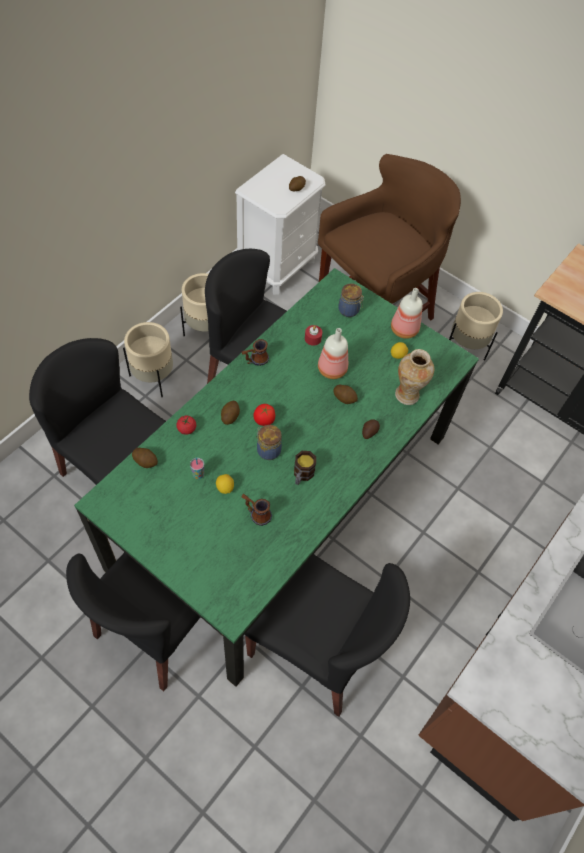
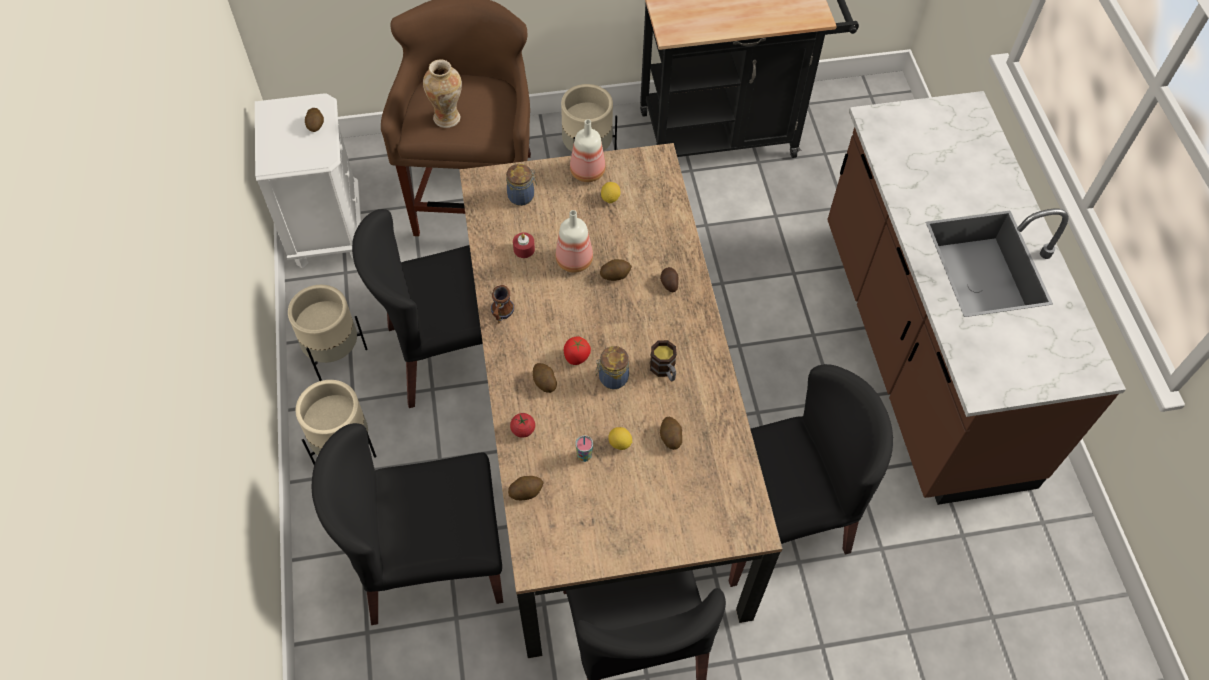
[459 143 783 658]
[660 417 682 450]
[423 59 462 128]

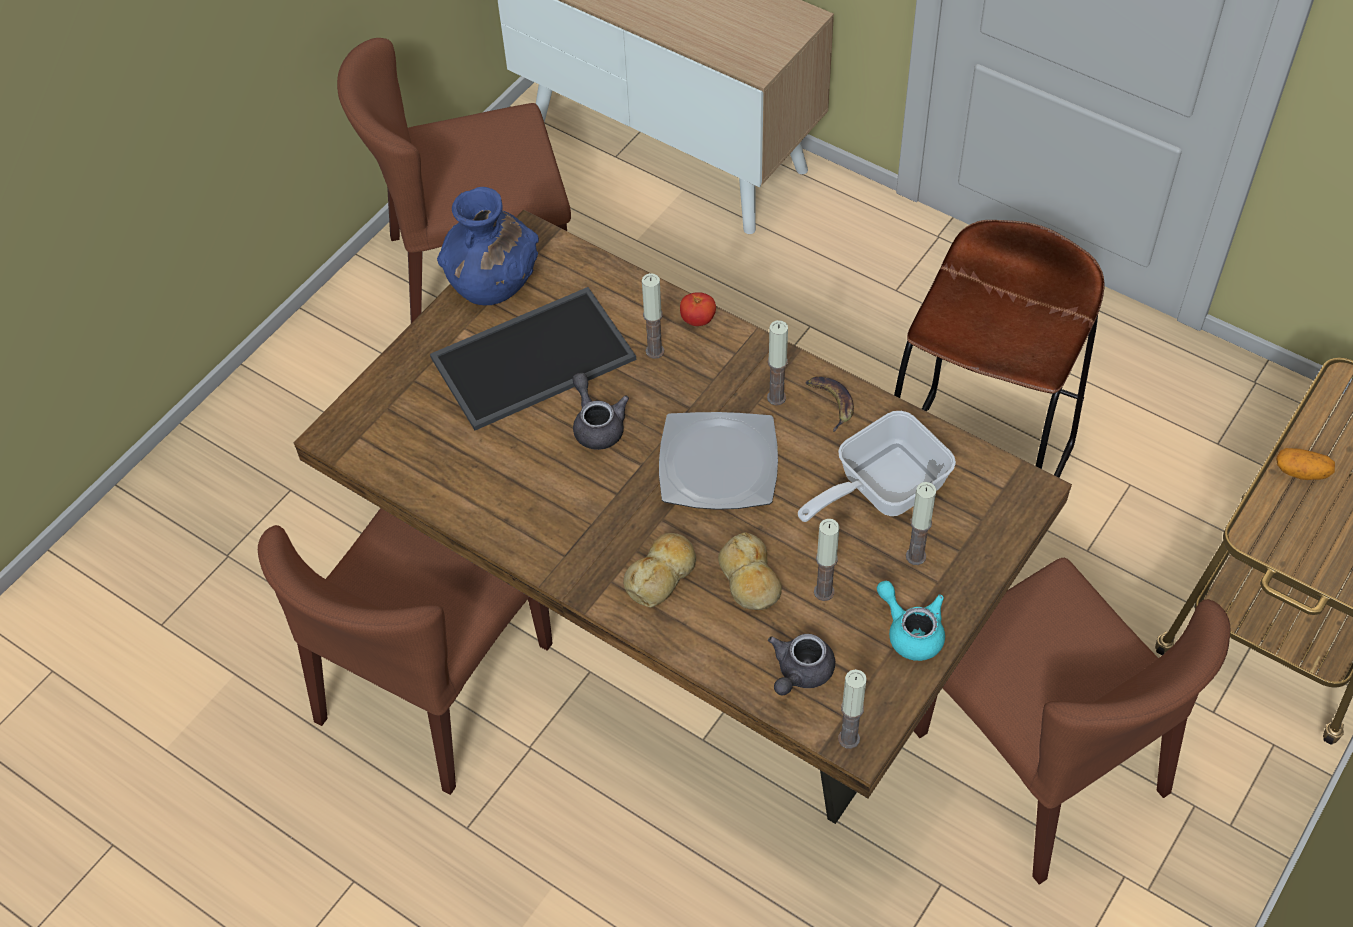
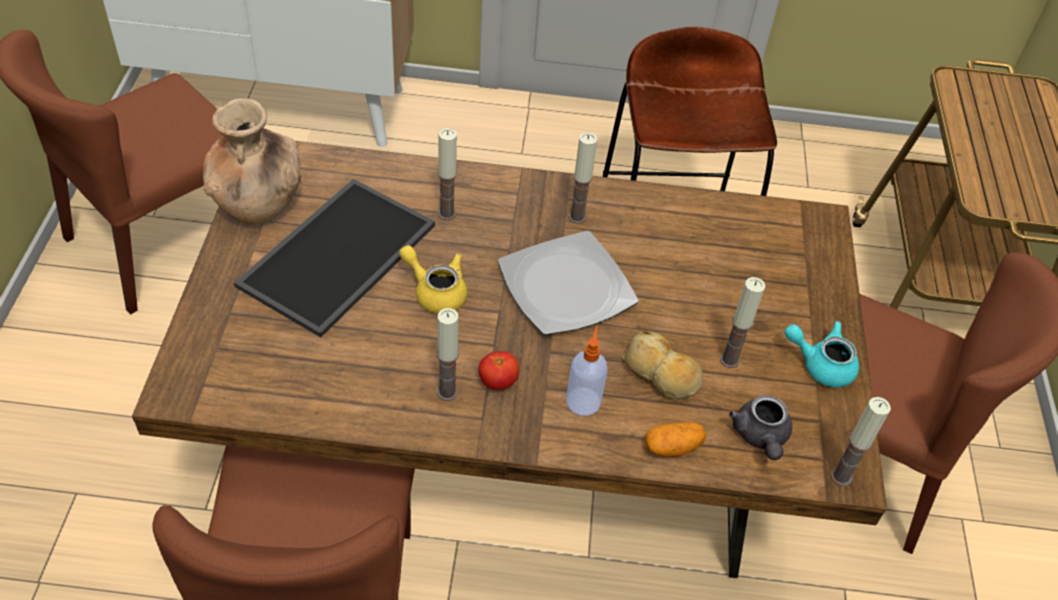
[203 98 302 225]
[399 245 467 314]
[566 326 607 416]
[478 351 519 390]
[798 411 956 522] (first image)
[805 377 854 432] (first image)
[437 308 459 401]
[645 422 706 457]

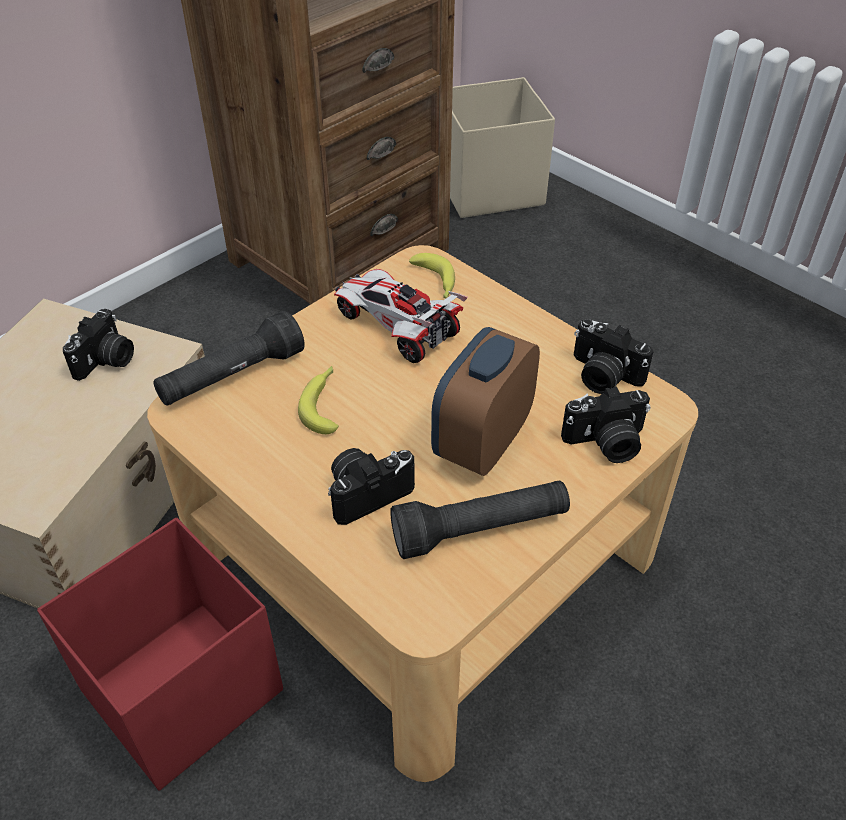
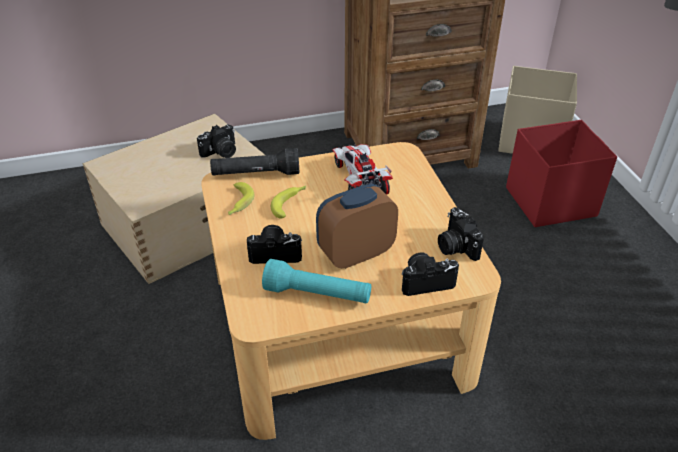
[506 120 617 227]
[262 259 371 303]
[228 182 255 215]
[402 252 459 296]

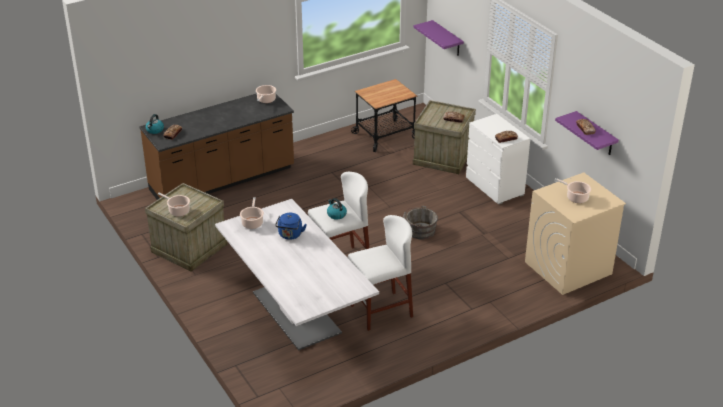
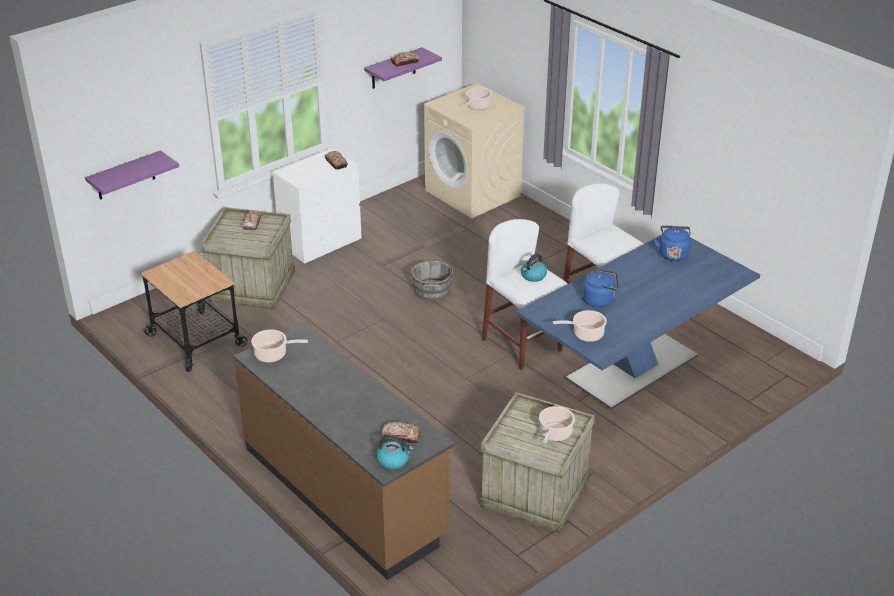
[516 235 760 409]
[653 225 691 261]

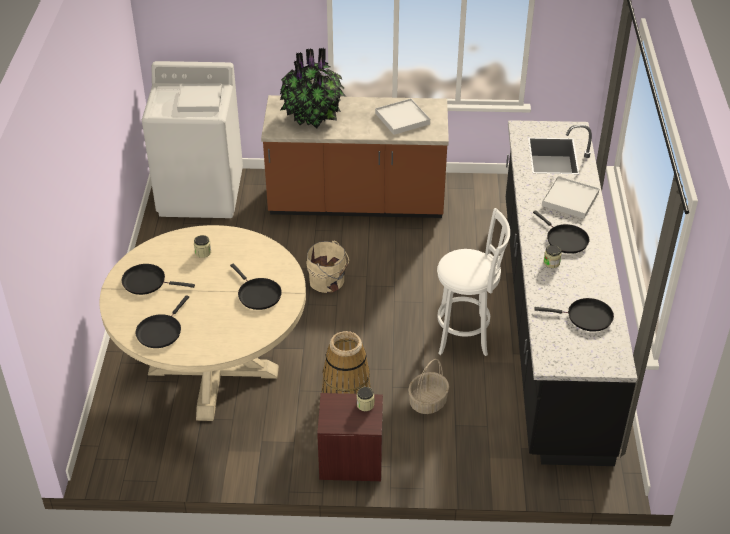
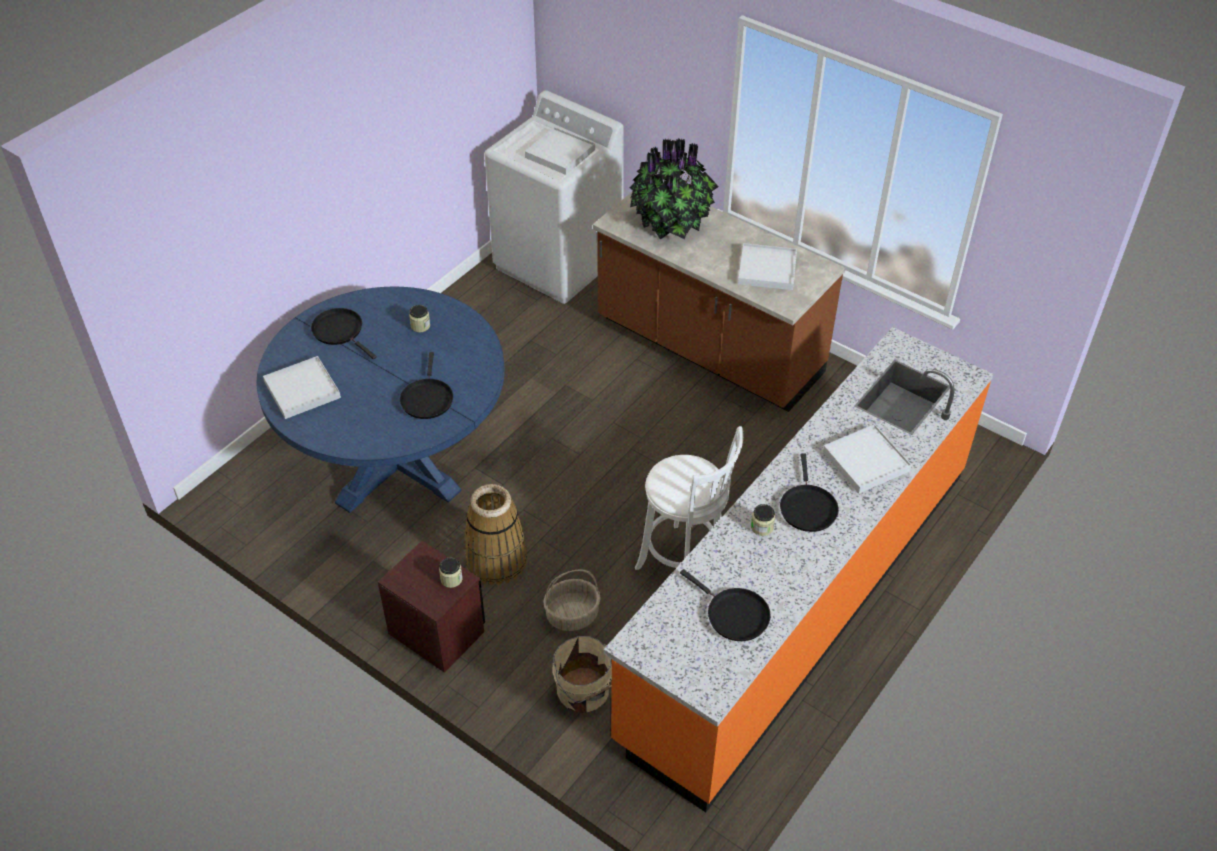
[257 287 505 513]
[263 356 341 419]
[553 636 612 713]
[604 327 993 812]

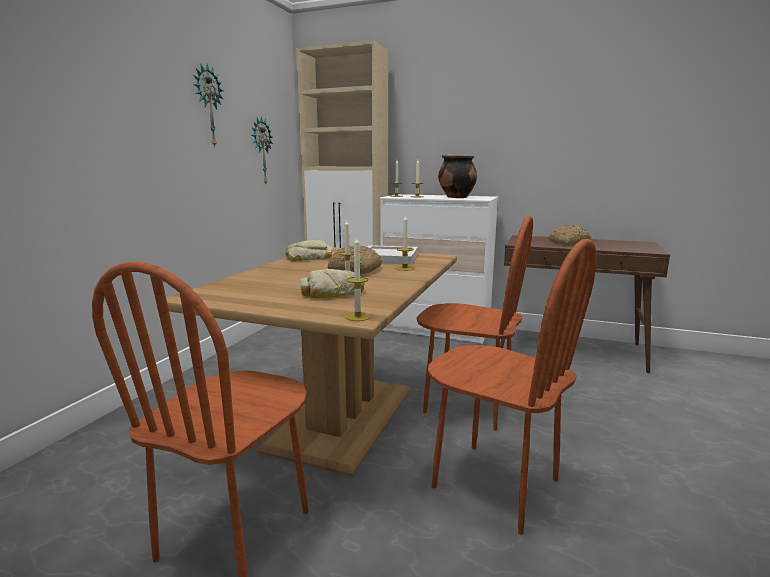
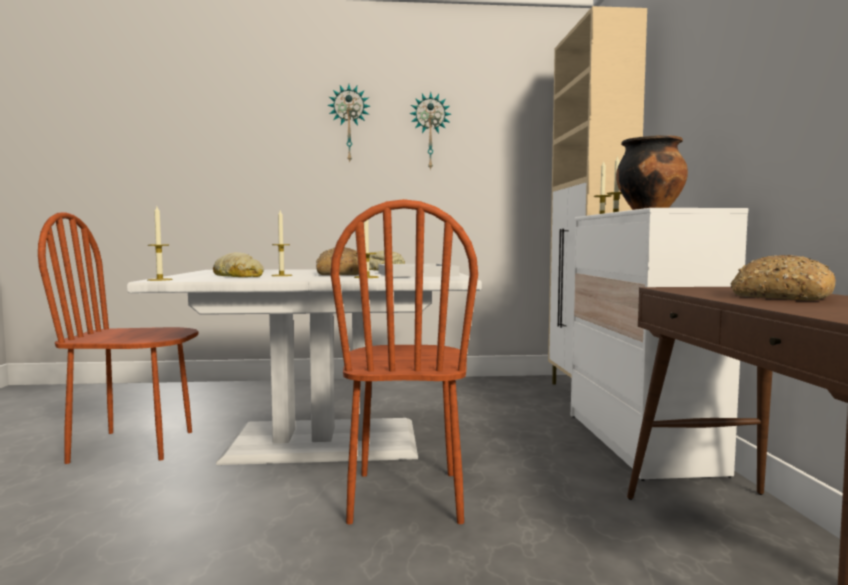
[127 269 482 465]
[327 84 370 163]
[428 239 597 535] (first image)

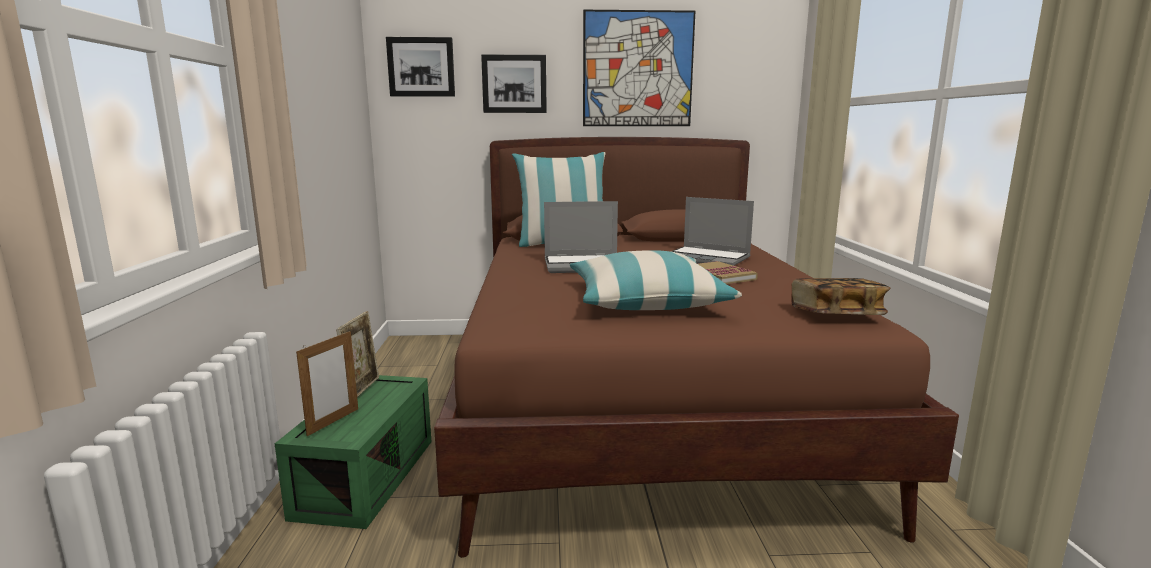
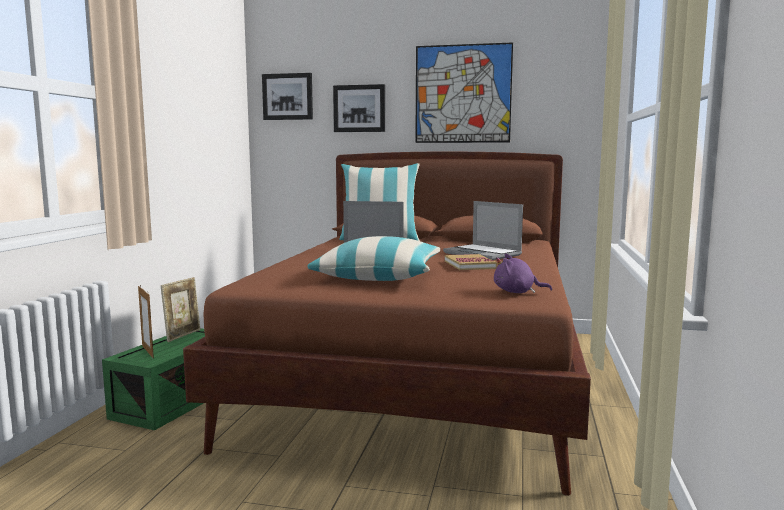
[138 285 154 358]
[494 254 552 293]

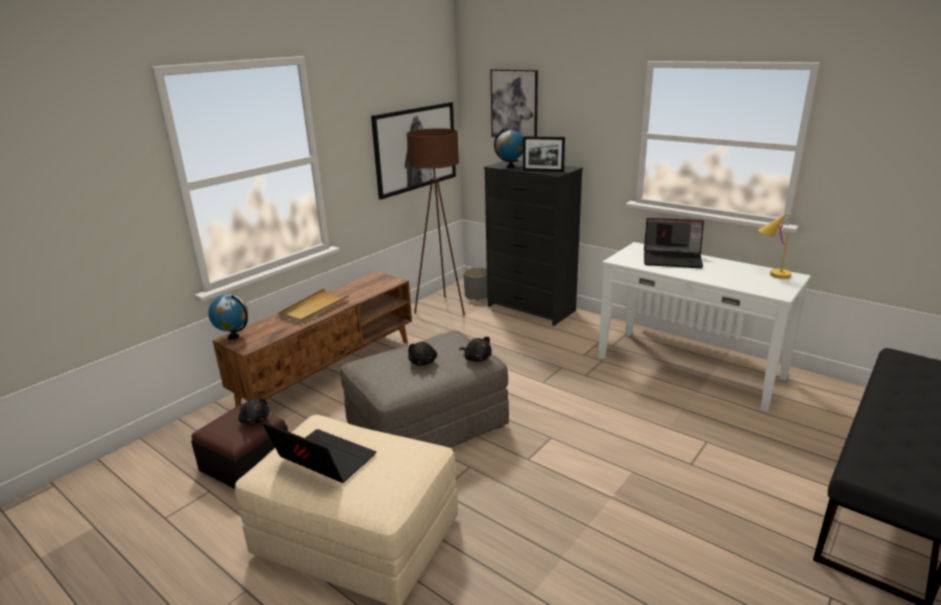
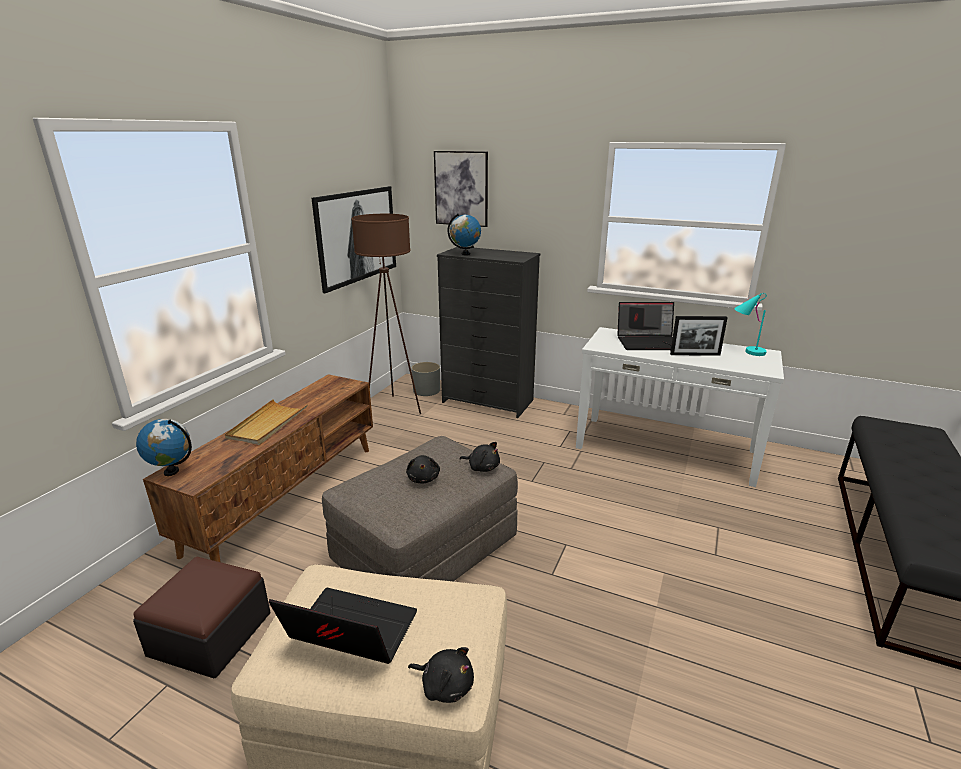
[408 647 474 703]
[670 316 728 356]
[734 293 767 356]

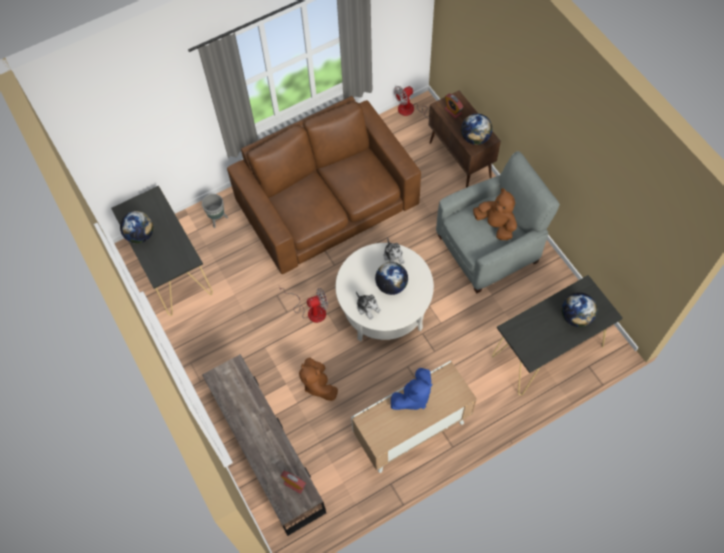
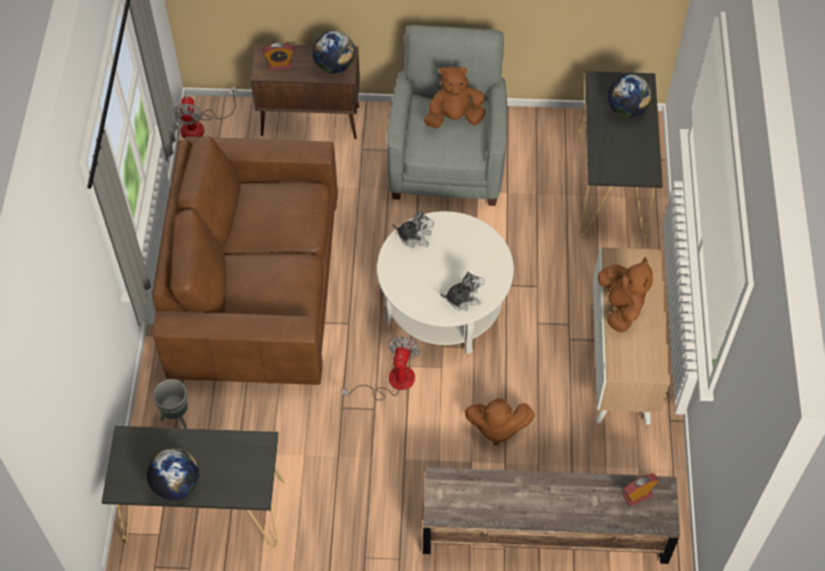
[375 262 408 295] (first image)
[598 257 653 332]

